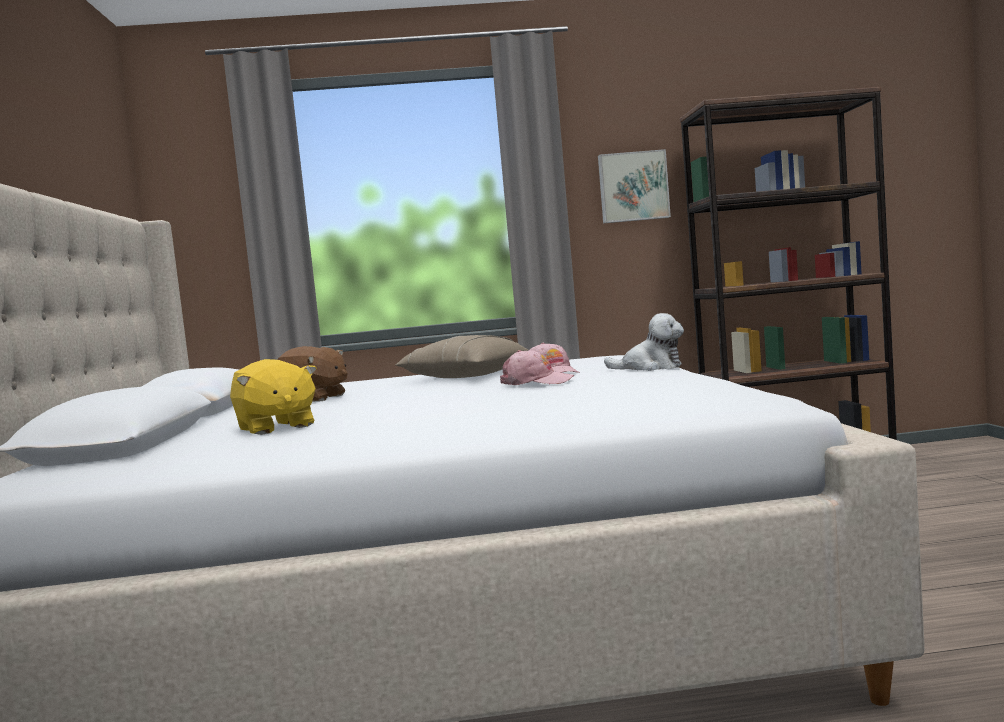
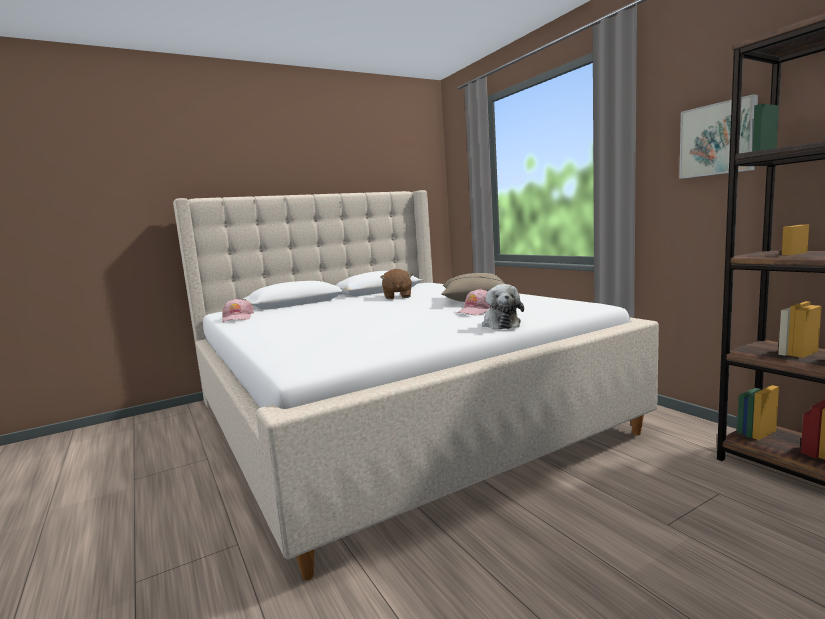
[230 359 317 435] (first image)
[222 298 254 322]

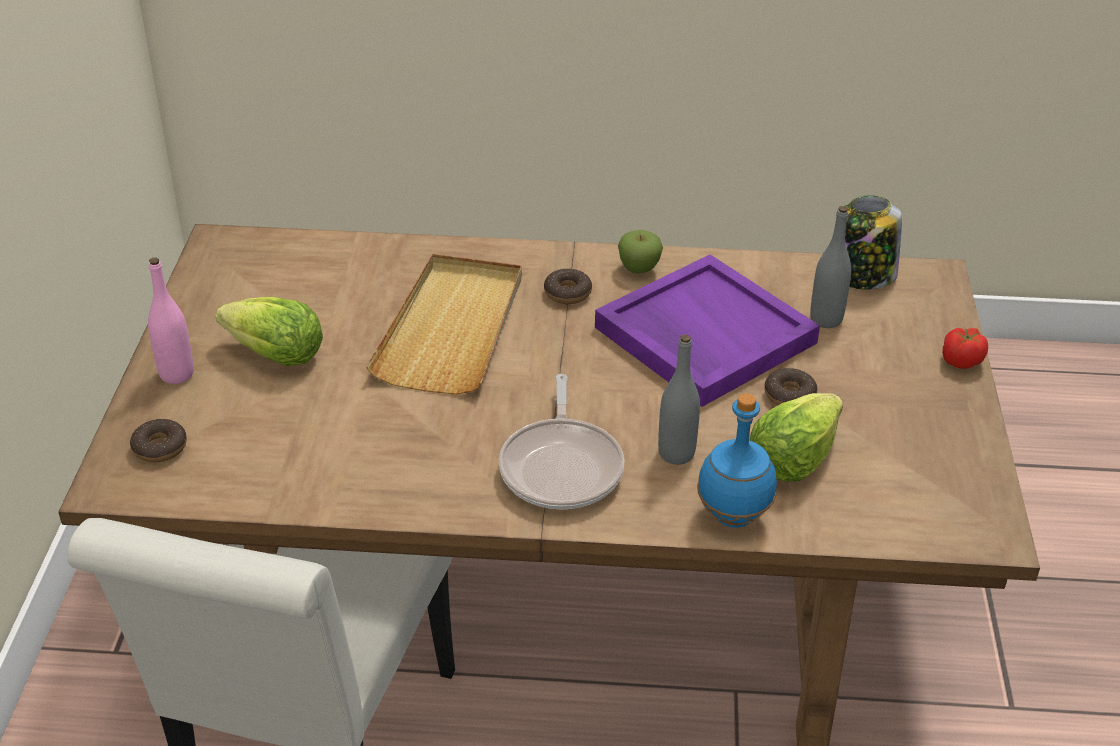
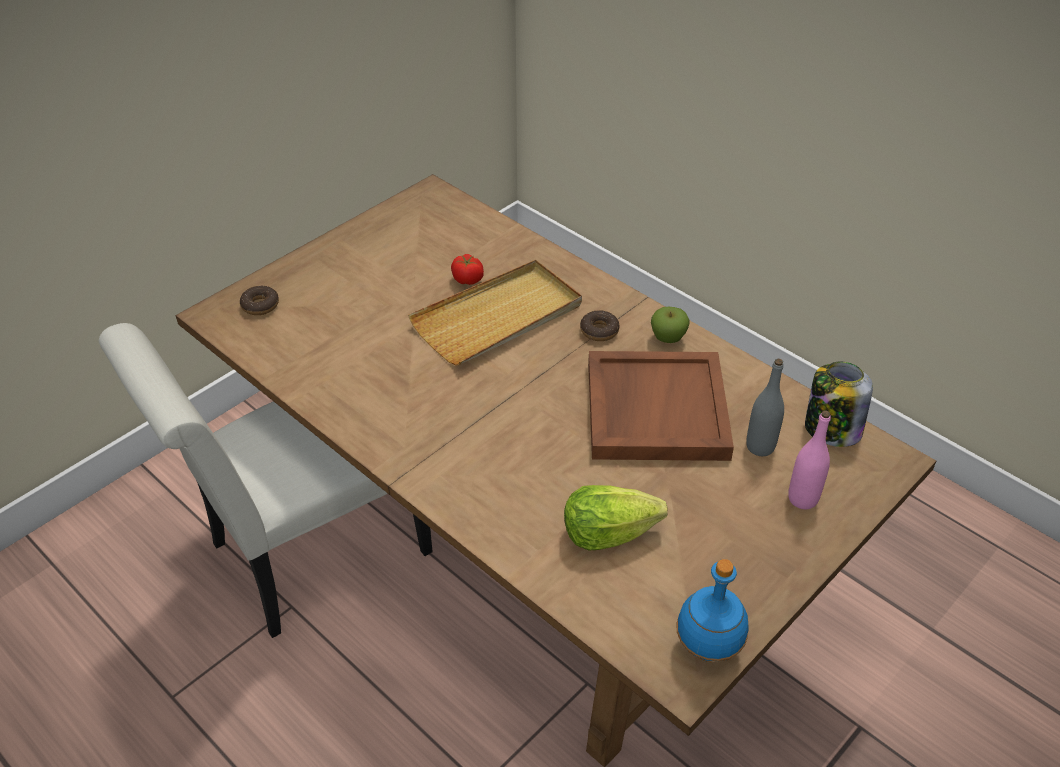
[788 410 831 509]
[216 297 323 366] (first image)
[499 374 624 510] (first image)
[588 351 734 461]
[658 334 700 465] (first image)
[677 559 749 662]
[764 368 817 405] (first image)
[451 254 484 285]

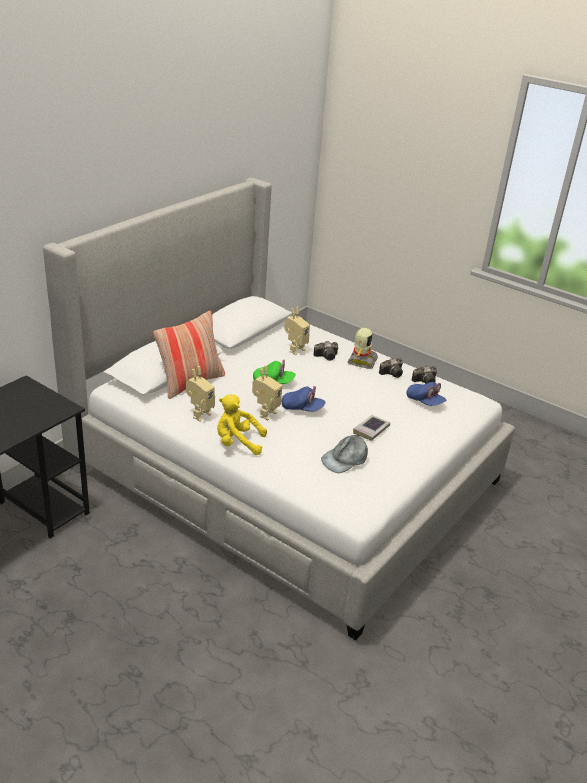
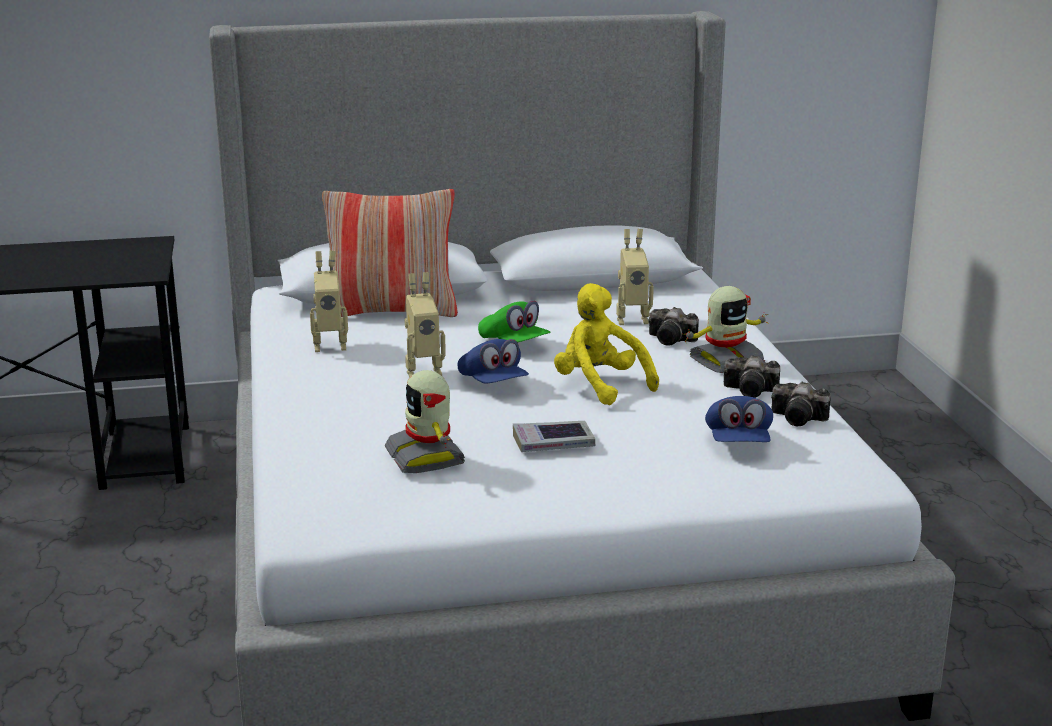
[554 283 659 405]
[385 370 466 473]

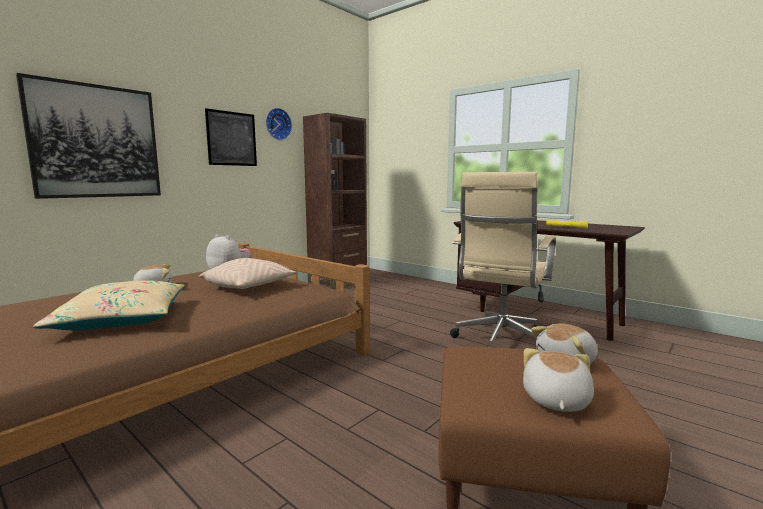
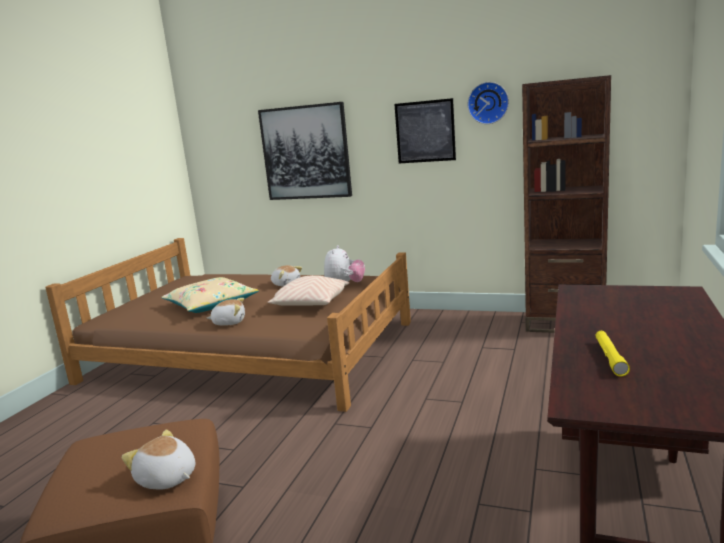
[450 172 556 347] (first image)
[207 298 245 326]

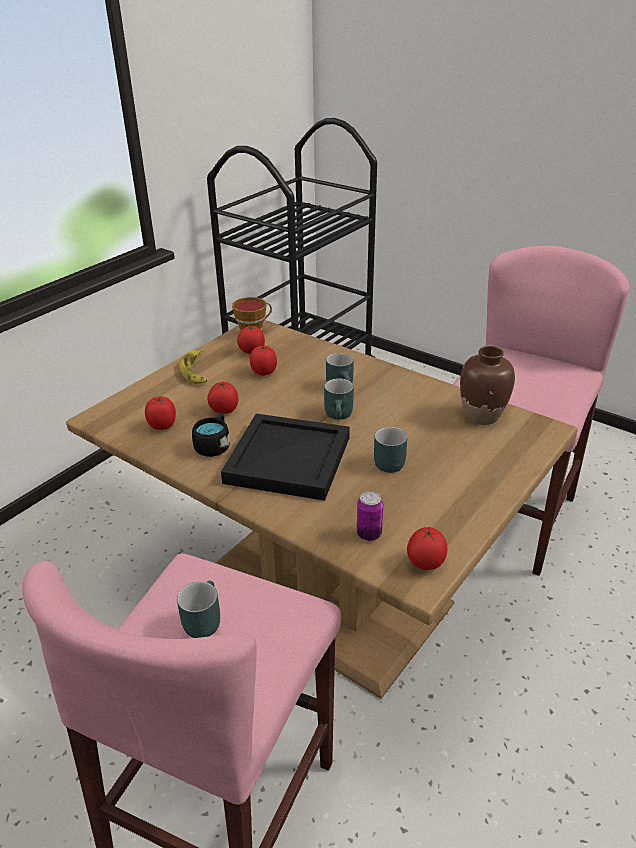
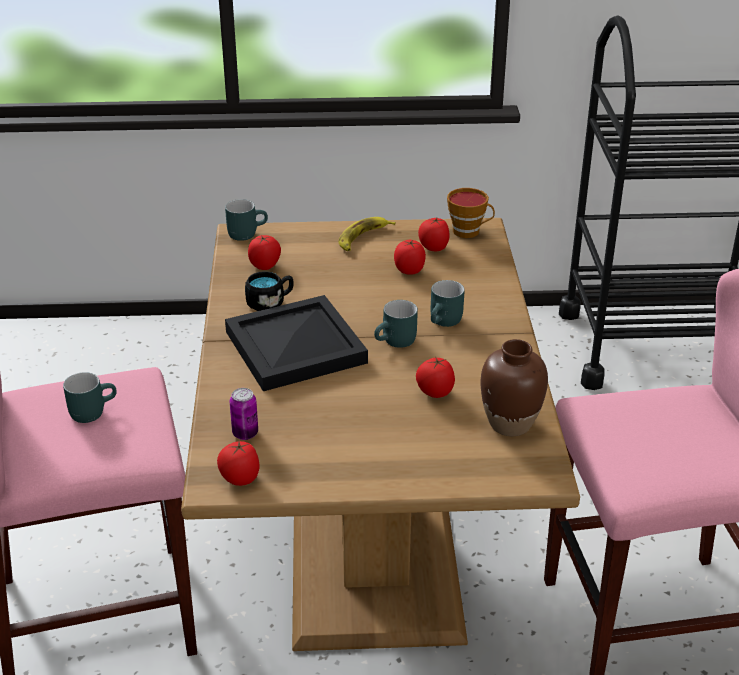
[416 357 455 398]
[225 199 268 241]

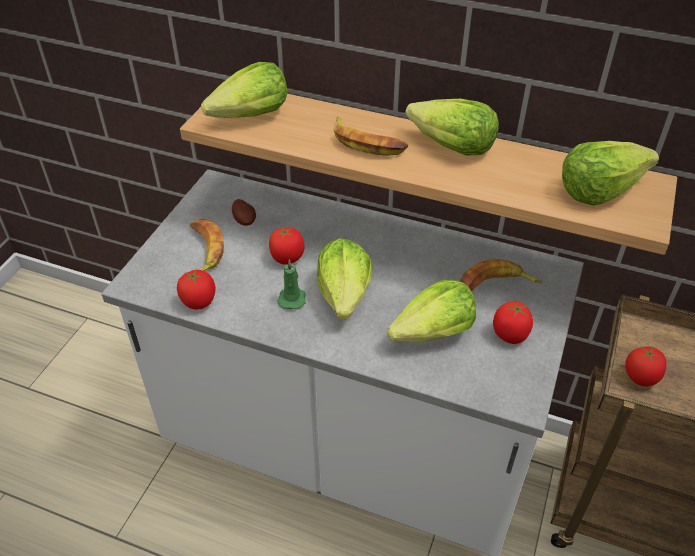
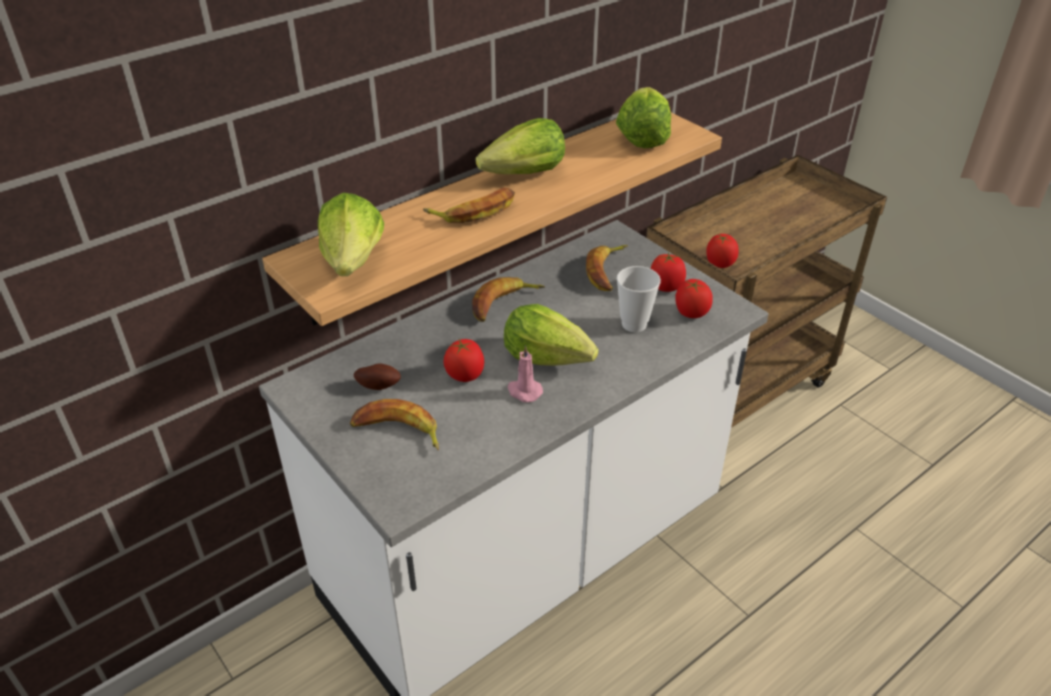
[675 279 713 318]
[508 345 543 402]
[617 266 661 332]
[472 277 545 322]

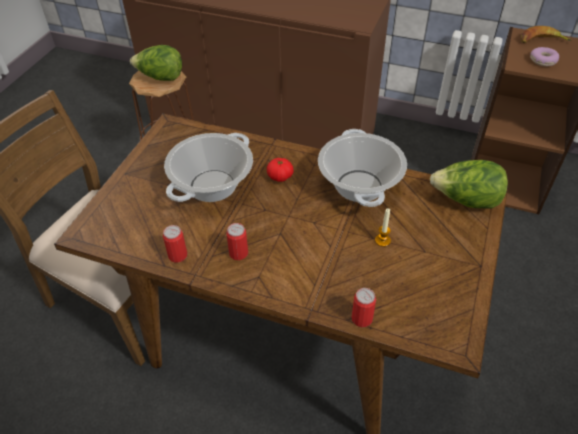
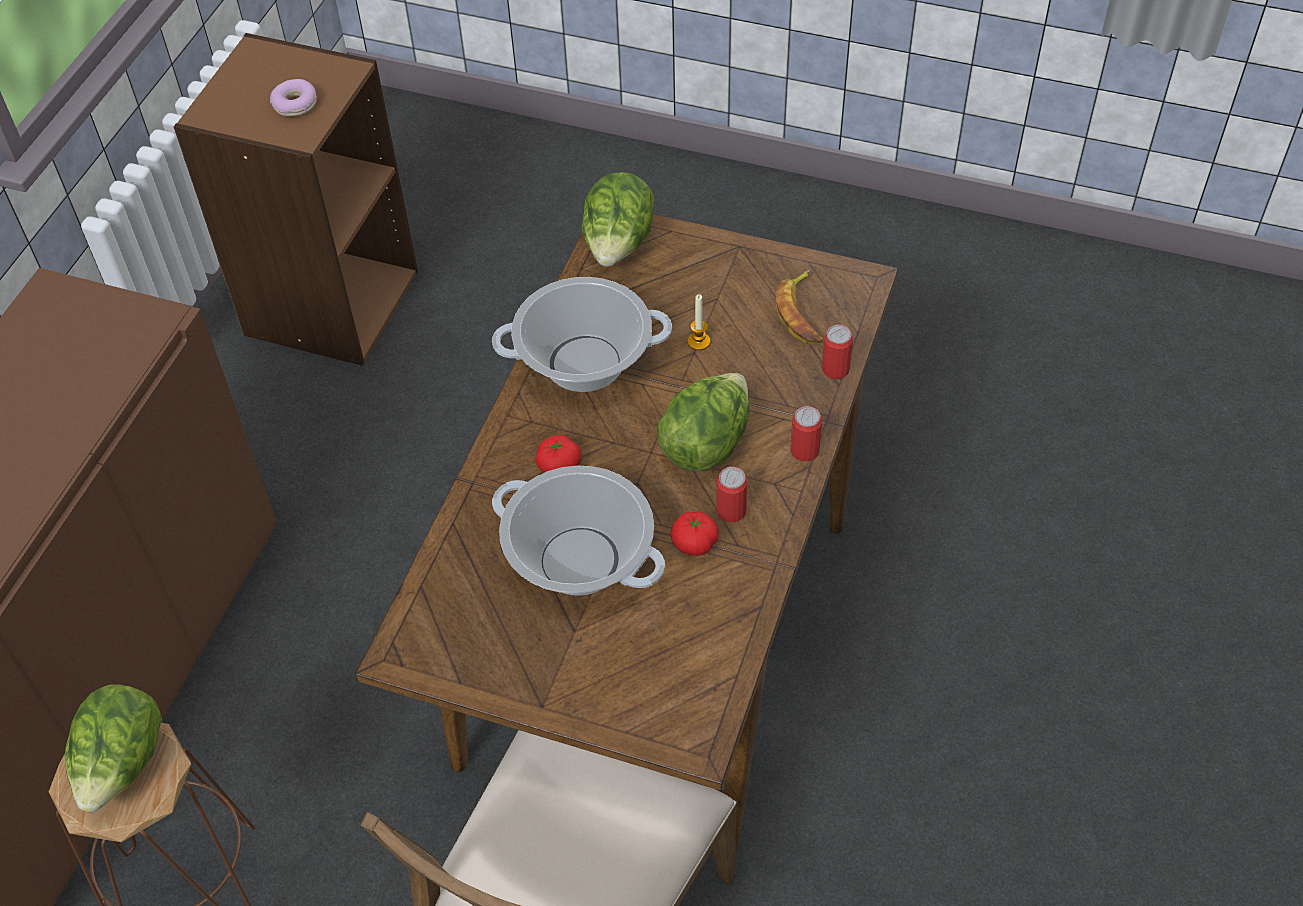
[790 406 822 461]
[776 270 822 344]
[657 373 750 471]
[671 511 719 556]

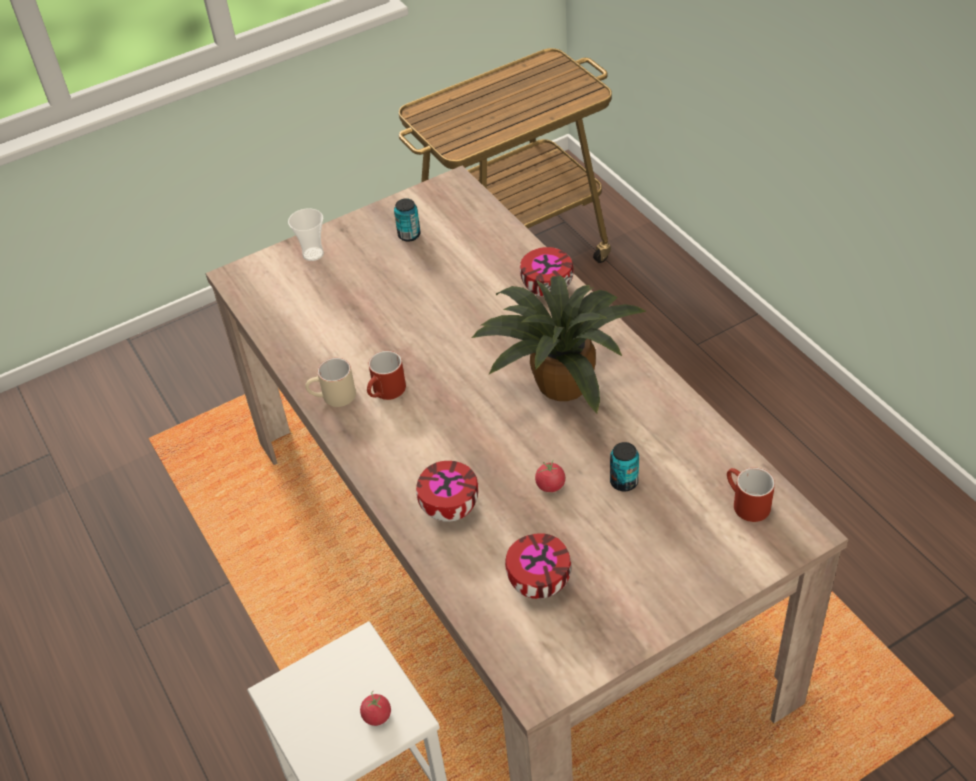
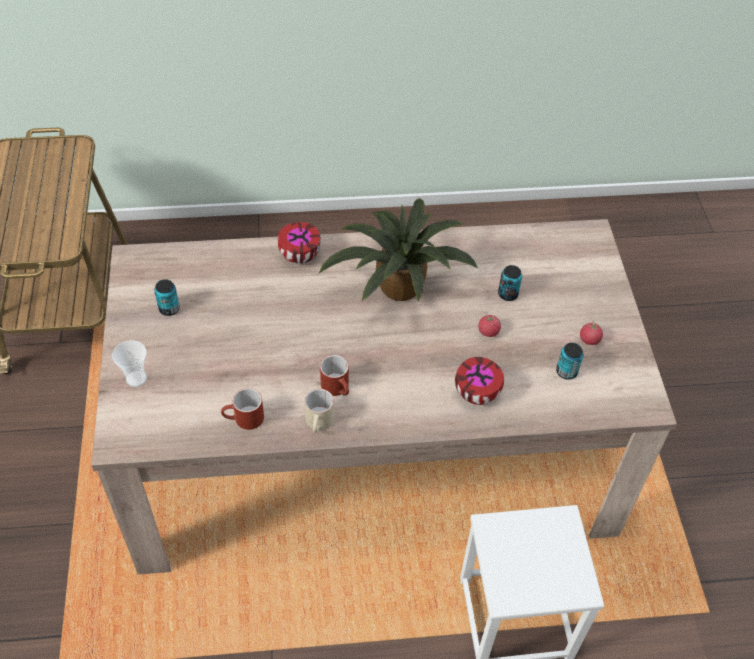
[580 321 603 345]
[556 343 583 380]
[221 388 264 430]

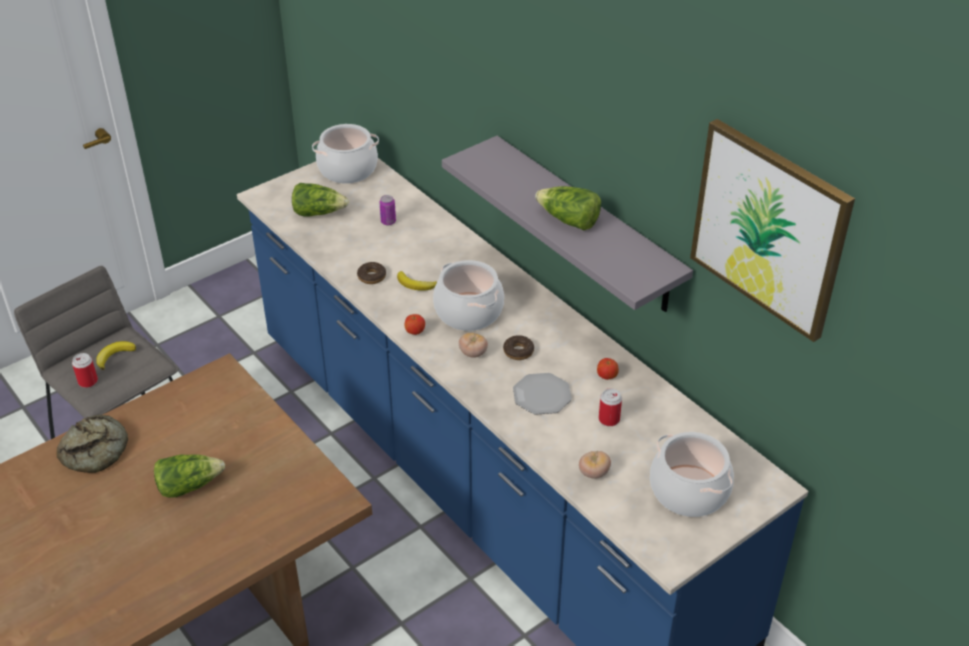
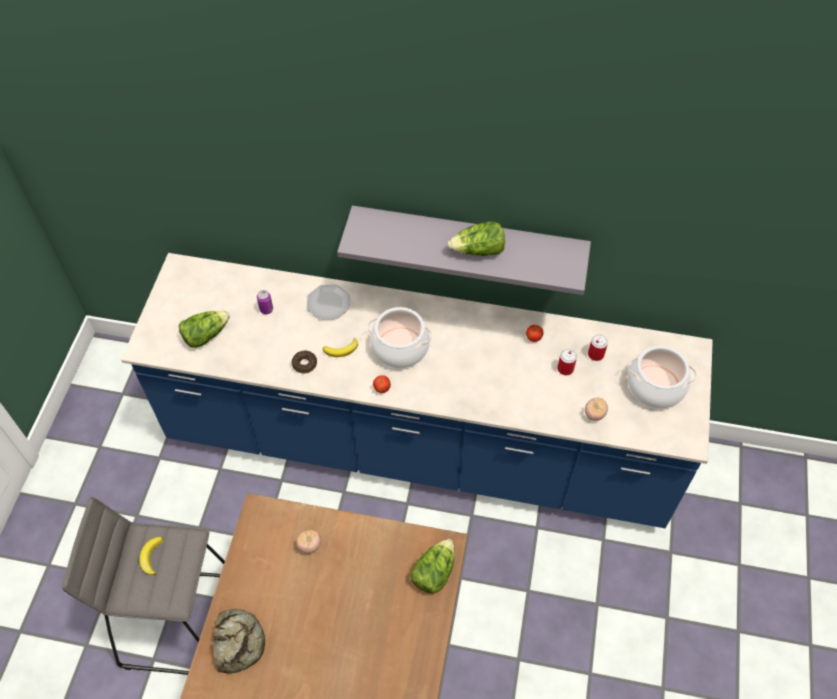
[588 334 608 361]
[410 539 454 594]
[312 124 379 184] (first image)
[296 530 321 553]
[503 335 534 360] (first image)
[307 285 350 320]
[690 119 855 342] (first image)

